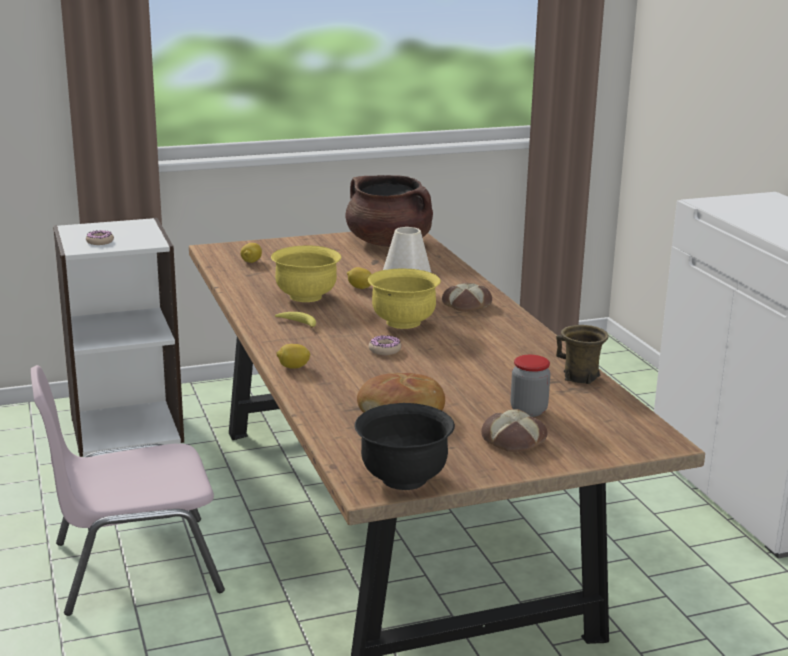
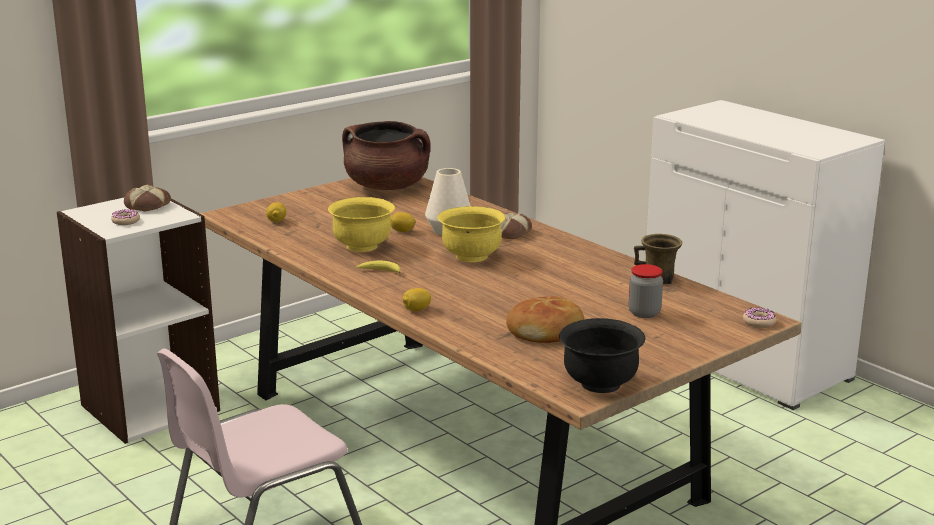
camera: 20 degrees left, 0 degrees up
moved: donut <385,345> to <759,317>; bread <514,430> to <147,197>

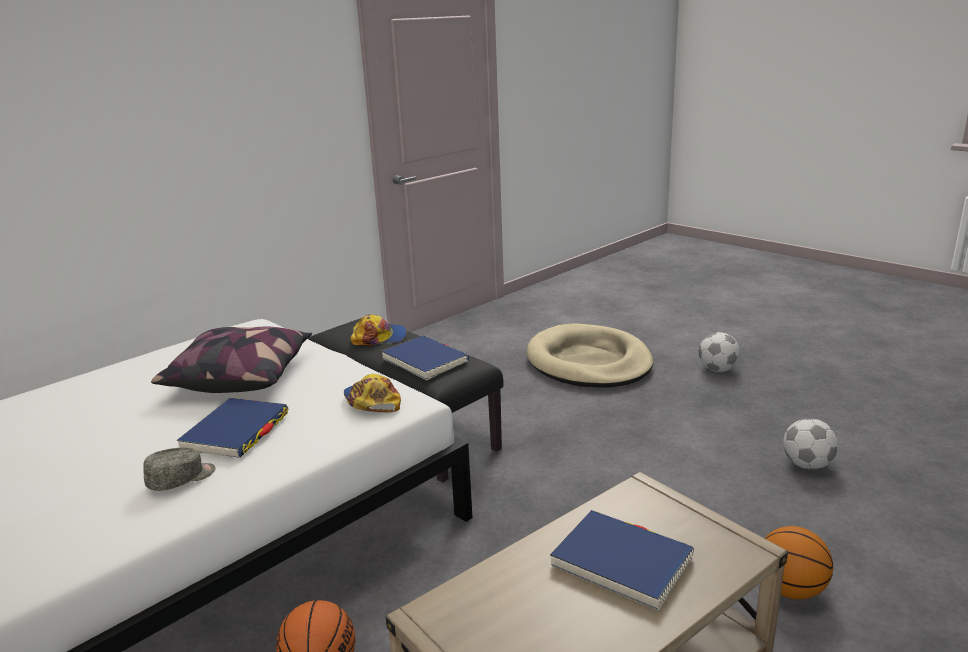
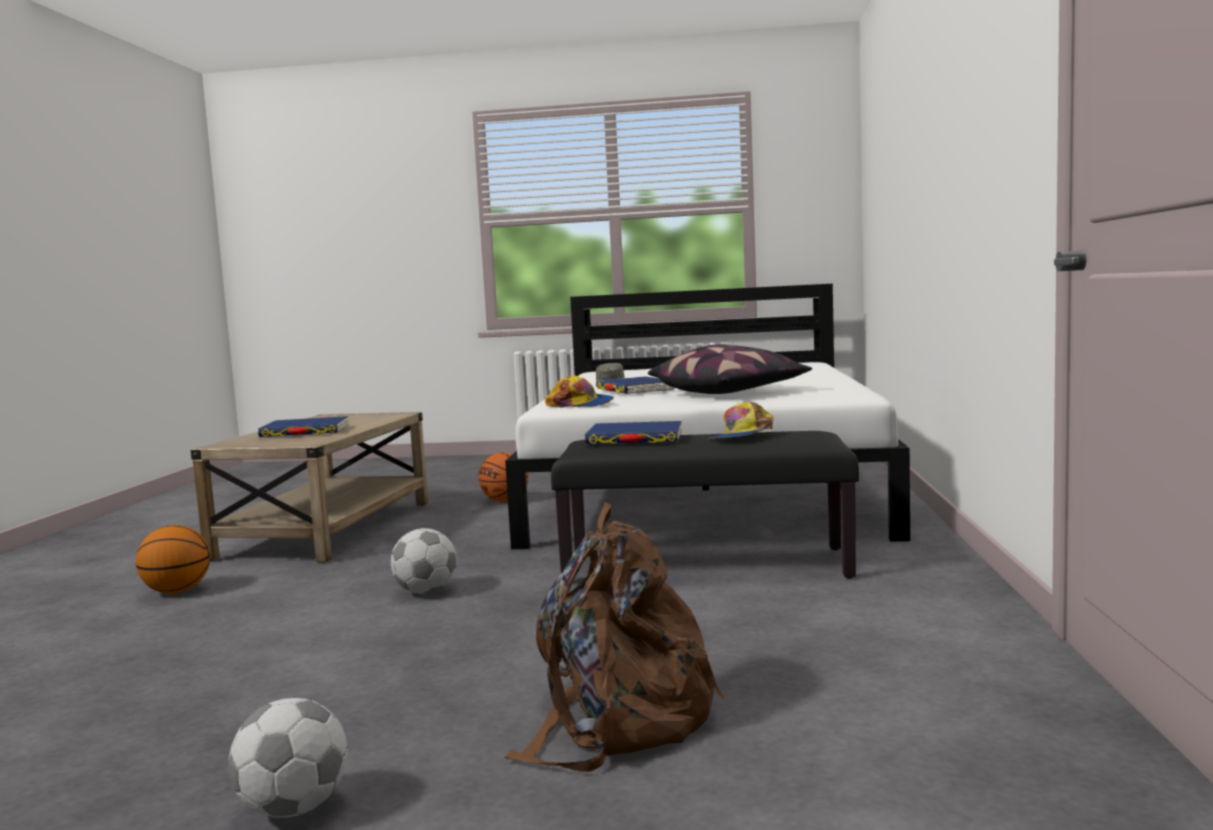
camera: 140 degrees right, 15 degrees down
moved: football <810,444> to <424,561>
replaced: beige dog bed <590,355> to brown backpack <614,637>

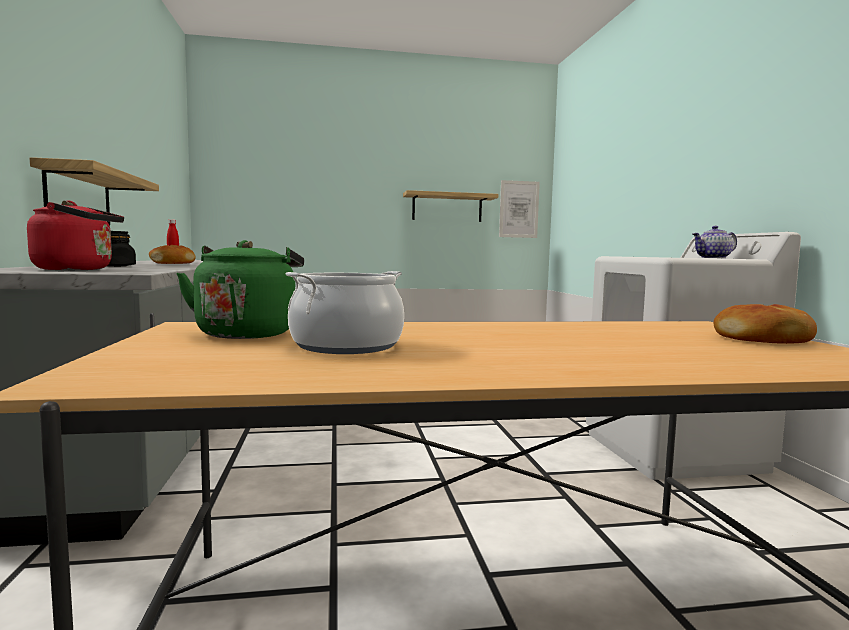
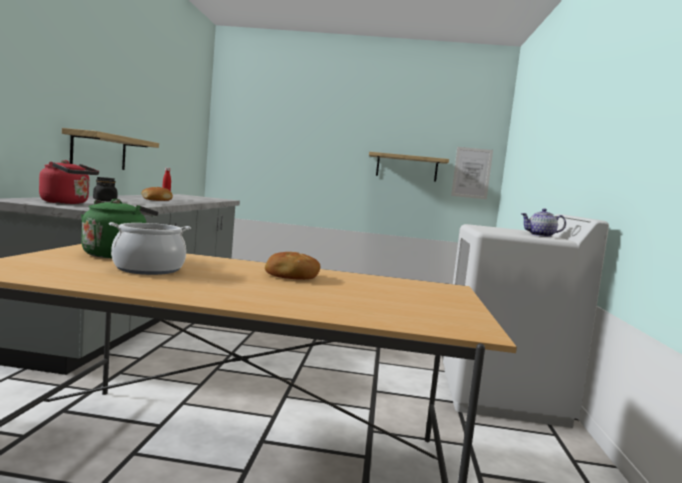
camera: 15 degrees right, 0 degrees up
moved: bread <765,324> to <292,266>

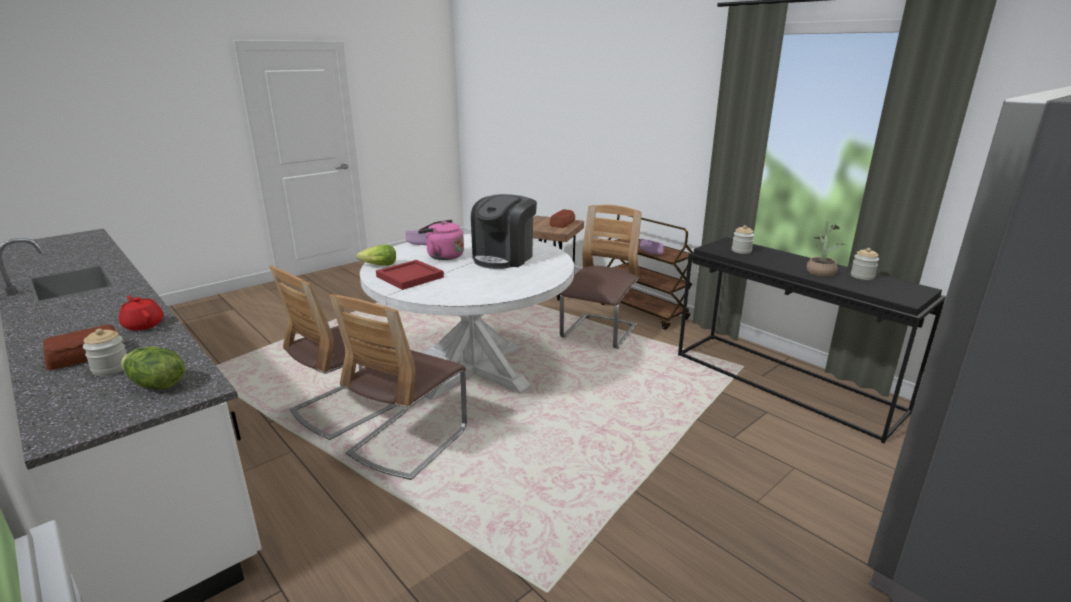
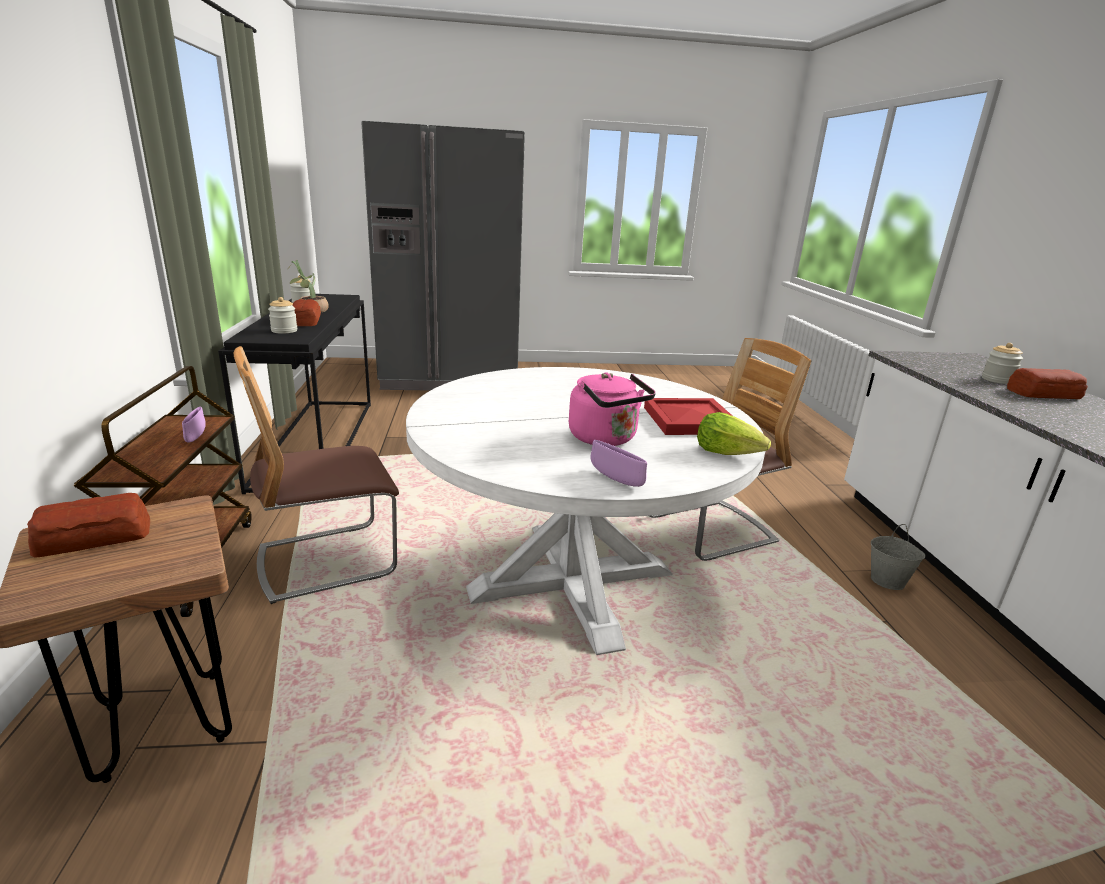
camera: 145 degrees left, 0 degrees up
removed: coffee machine <504,231>; chair <333,353>; red teapot <141,313>; lettuce <153,367>
added: bread <306,312>; grey bucket <898,557>

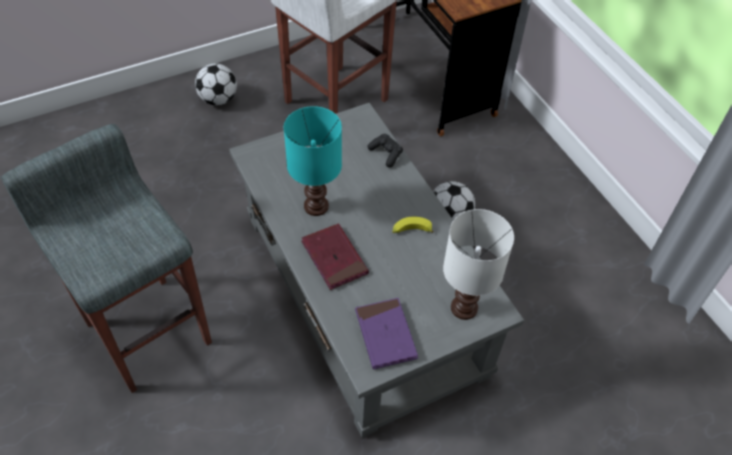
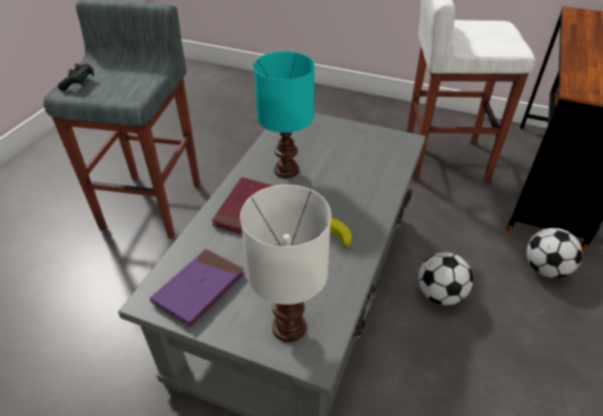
camera: 50 degrees right, 10 degrees down
moved: football <216,84> to <554,253>; black game controller <385,151> to <76,77>

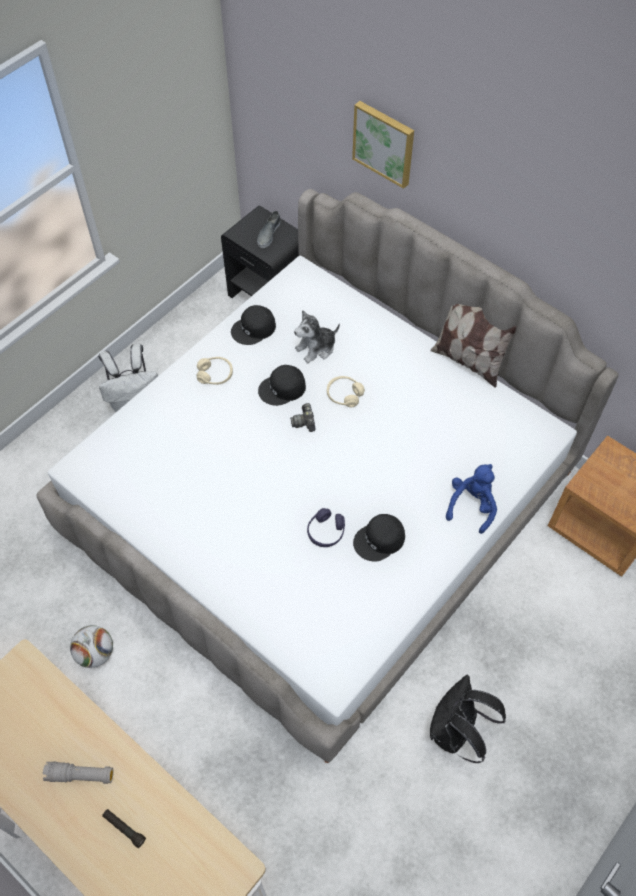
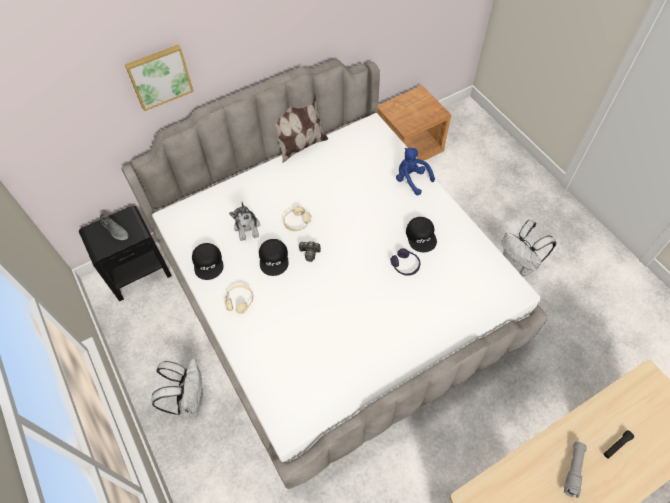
camera: 70 degrees left, 0 degrees up
removed: football <91,646>
recoloured: black backpack <468,719> to white backpack <529,248>

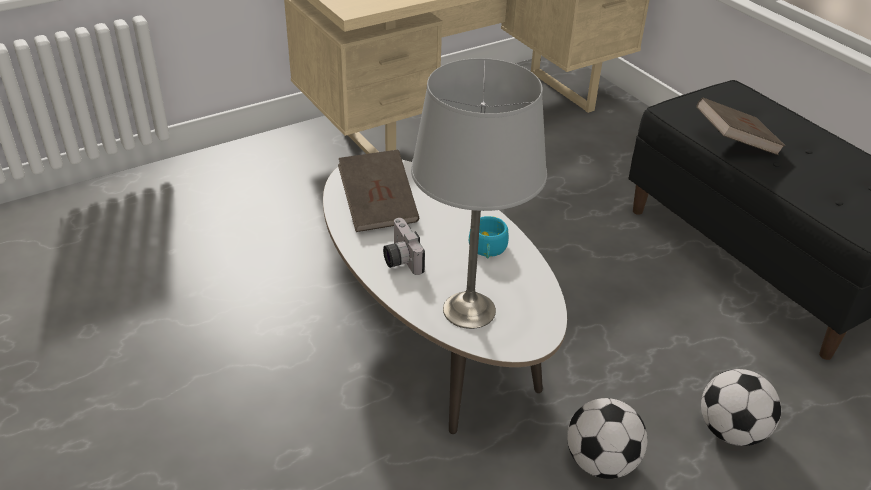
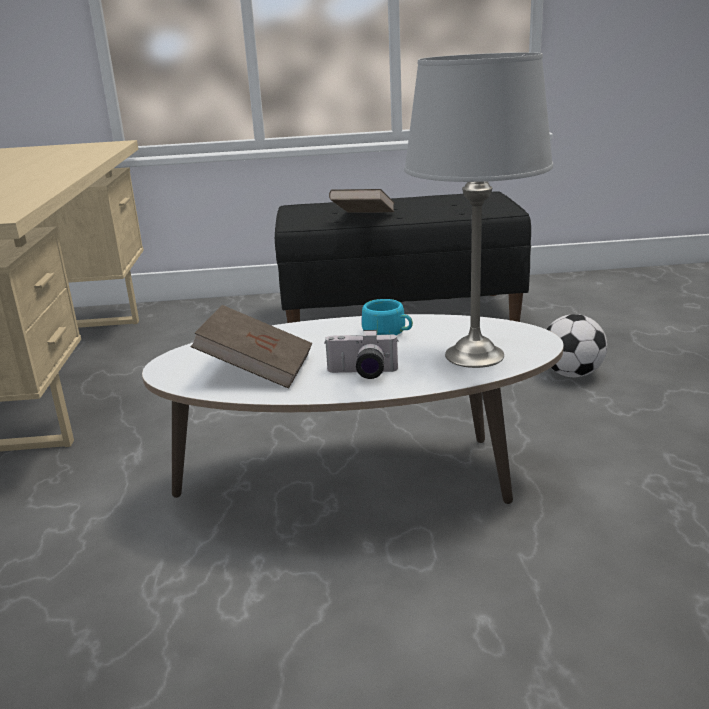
camera: 60 degrees left, 15 degrees down
removed: football <607,438>

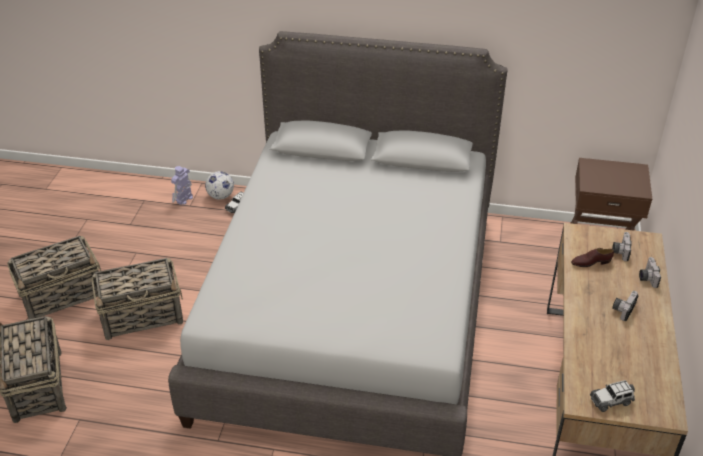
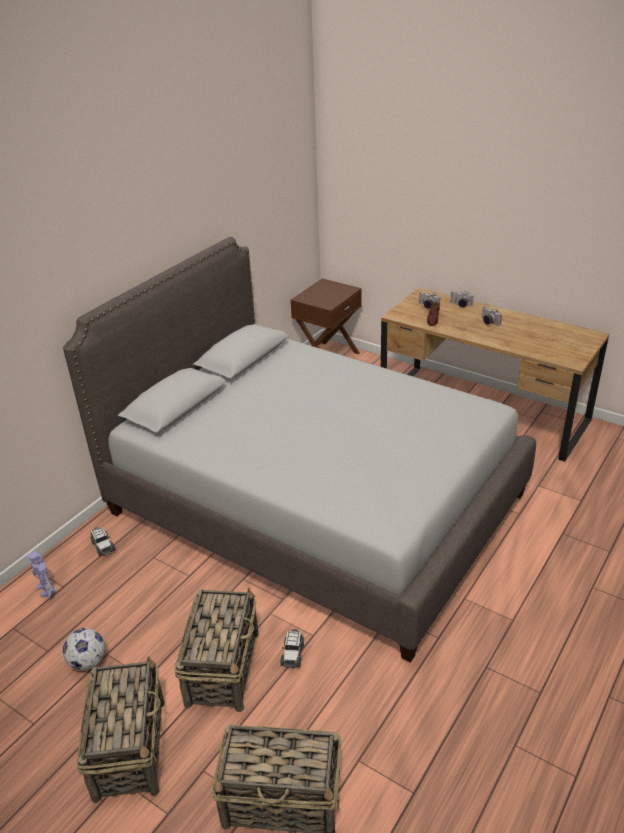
camera: 65 degrees left, 5 degrees down
moved: football <219,185> to <84,649>; toy car <612,396> to <292,648>

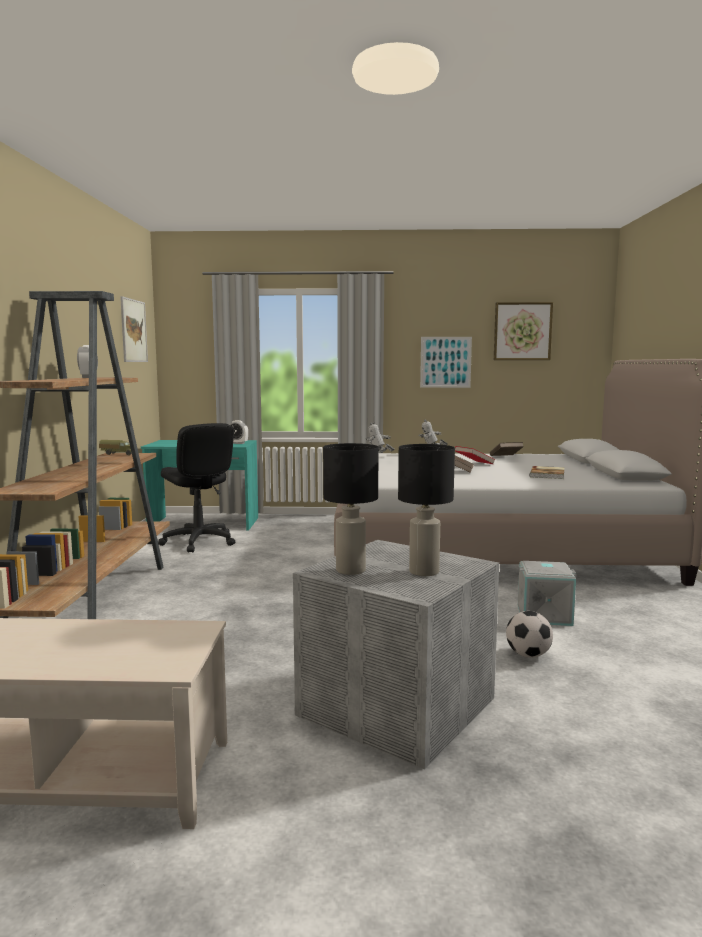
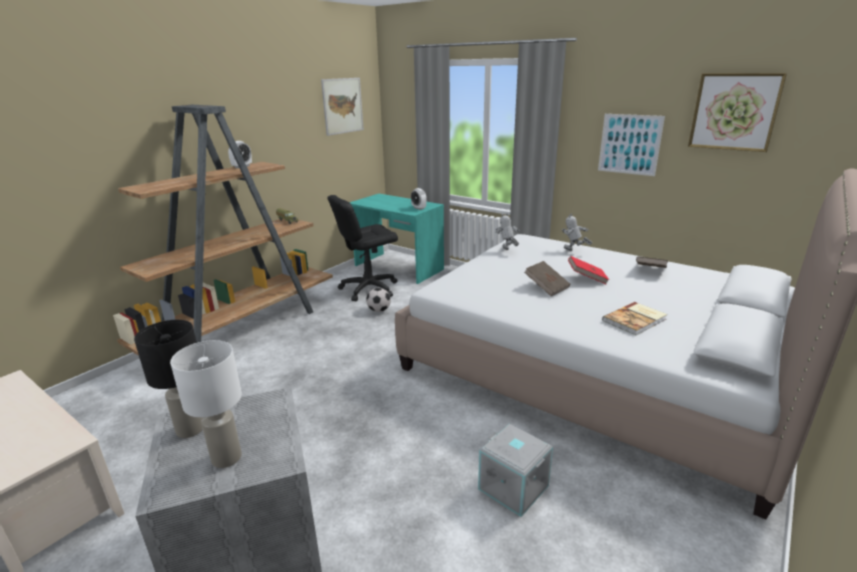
camera: 35 degrees right, 15 degrees up
moved: football <529,634> to <378,300>
recoloured: black table lamp <426,510> to white table lamp <206,404>
turned: black office chair <196,487> = <362,248> 60 degrees clockwise

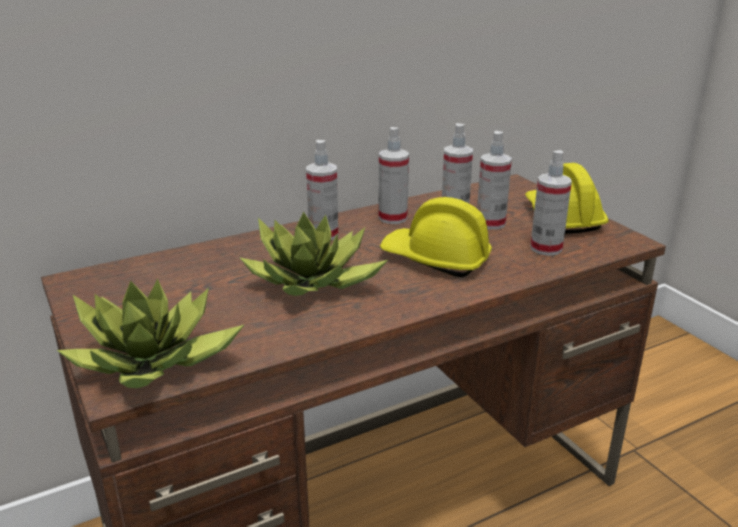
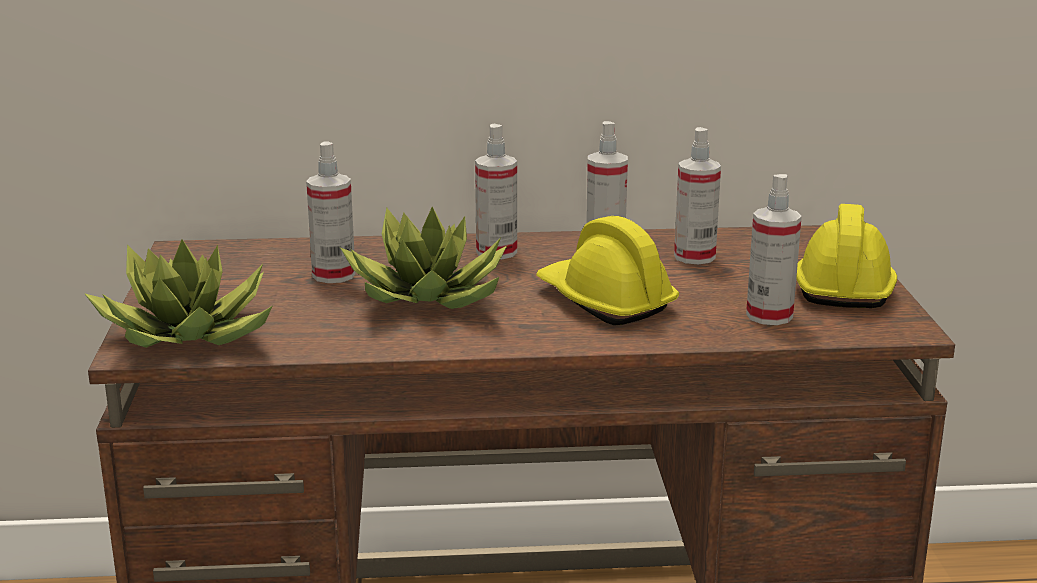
camera: 25 degrees right, 5 degrees down
moved: spray bottle <494,180> to <330,212>

